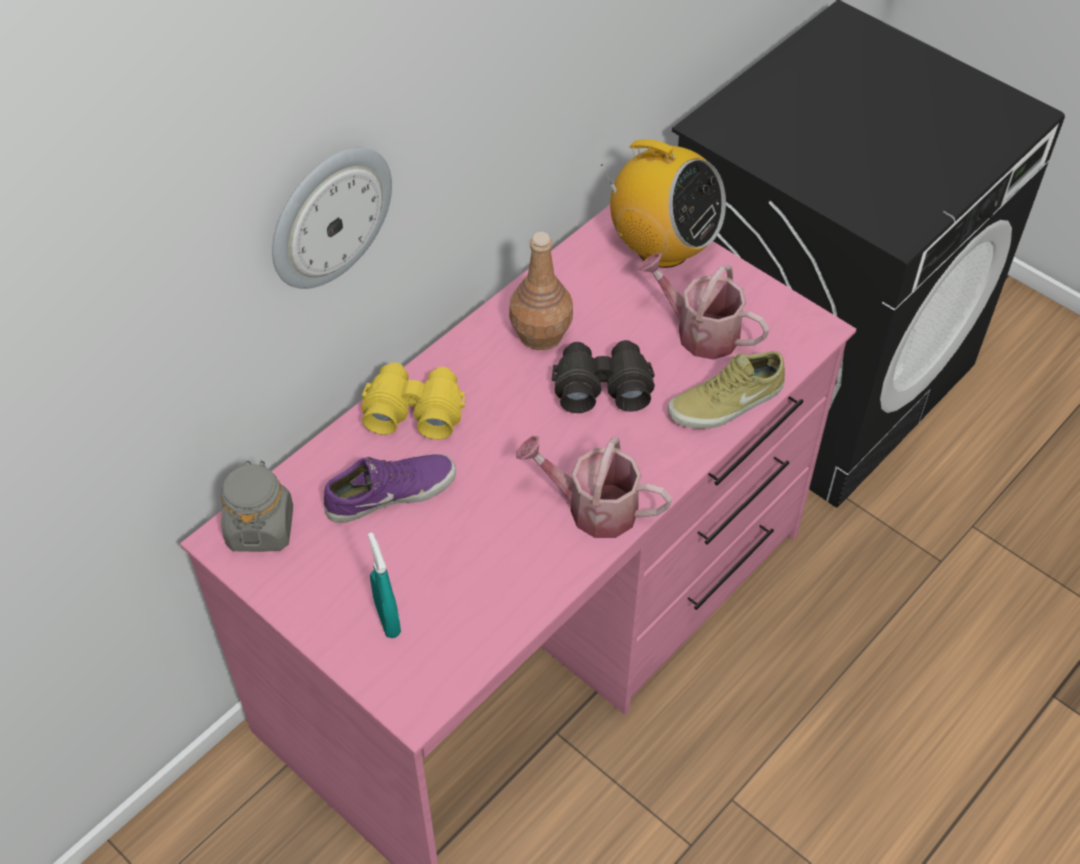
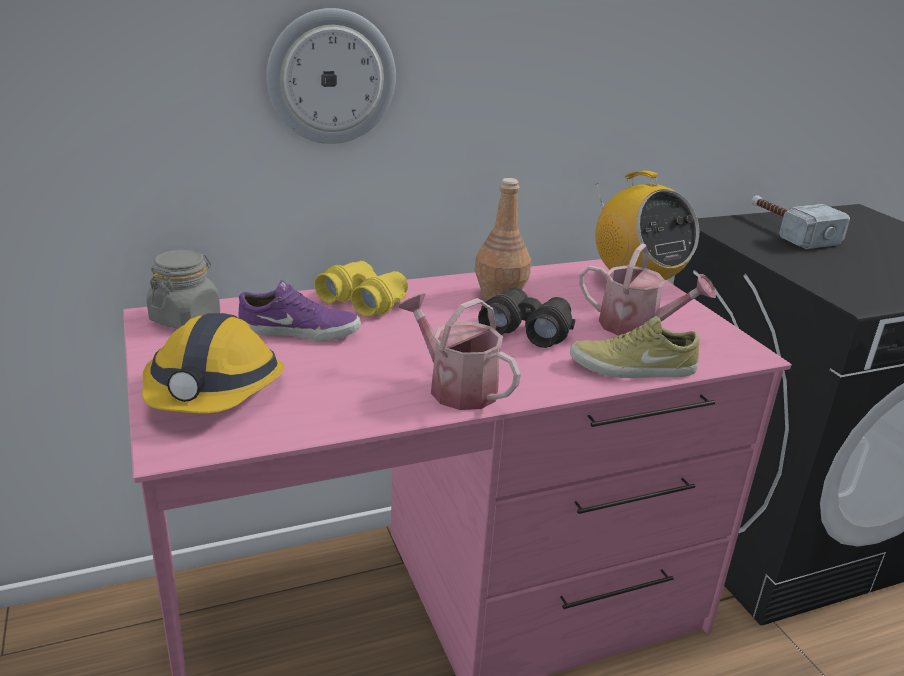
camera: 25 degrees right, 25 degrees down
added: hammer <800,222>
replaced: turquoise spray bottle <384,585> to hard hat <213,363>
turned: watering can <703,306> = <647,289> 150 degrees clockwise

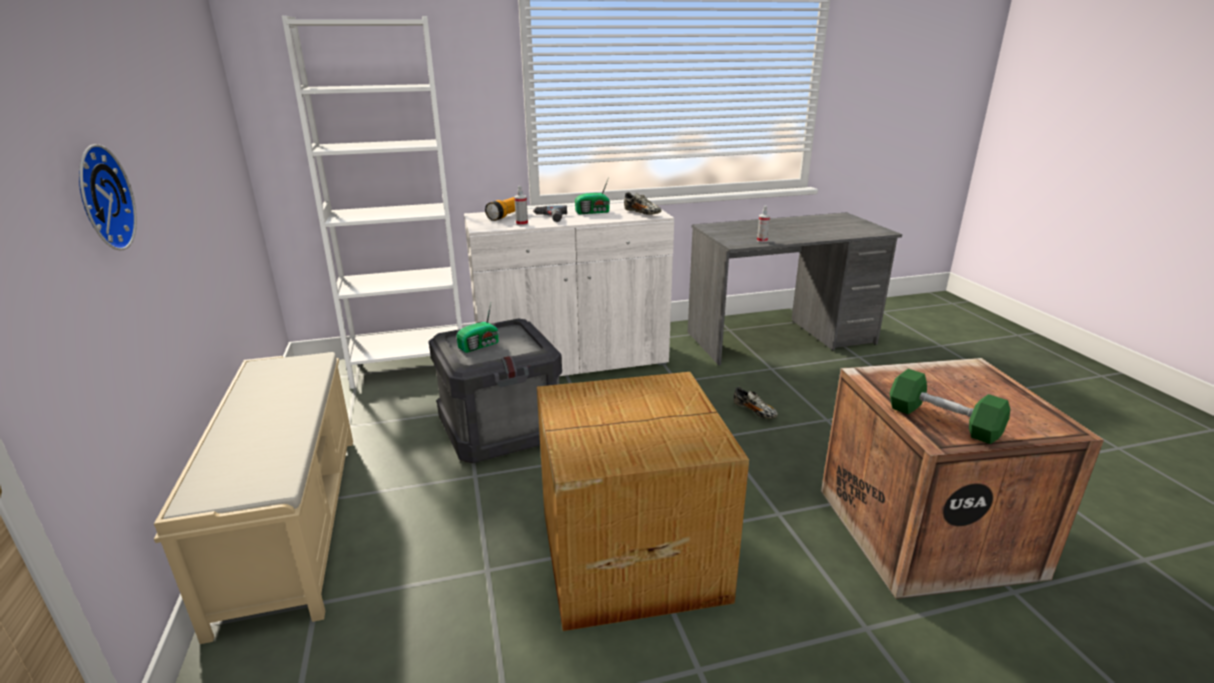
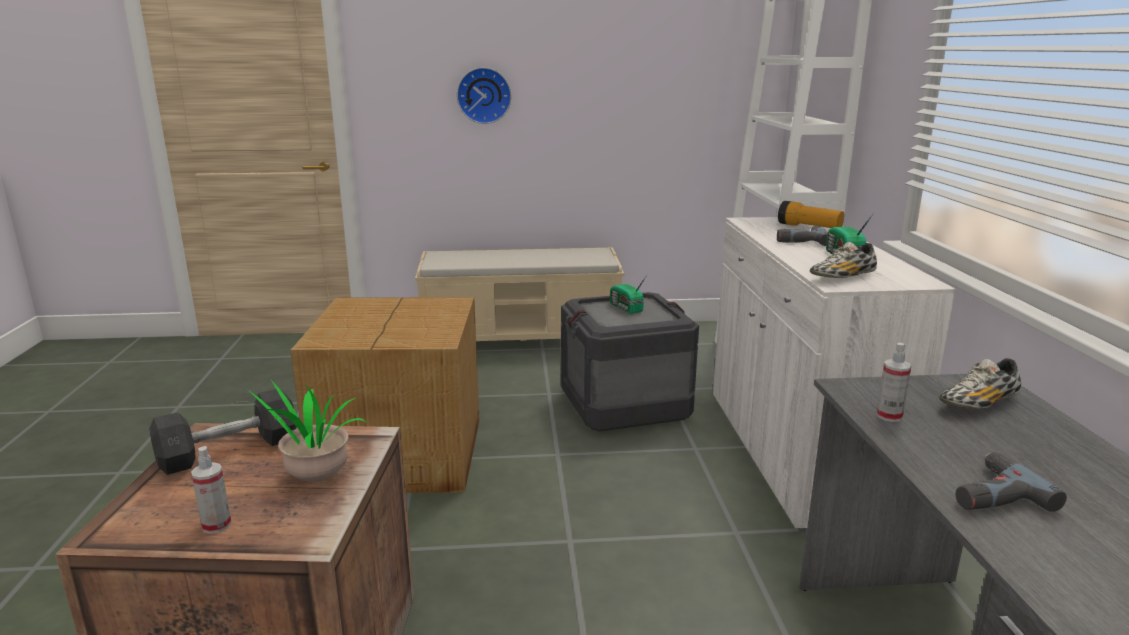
camera: 100 degrees right, 5 degrees down
added: potted plant <304,431>; power drill <1011,482>
moved: spray bottle <521,206> to <211,490>; shoe <755,403> to <980,383>
recoloured: green dumbbell <950,406> to grey dumbbell <222,431>

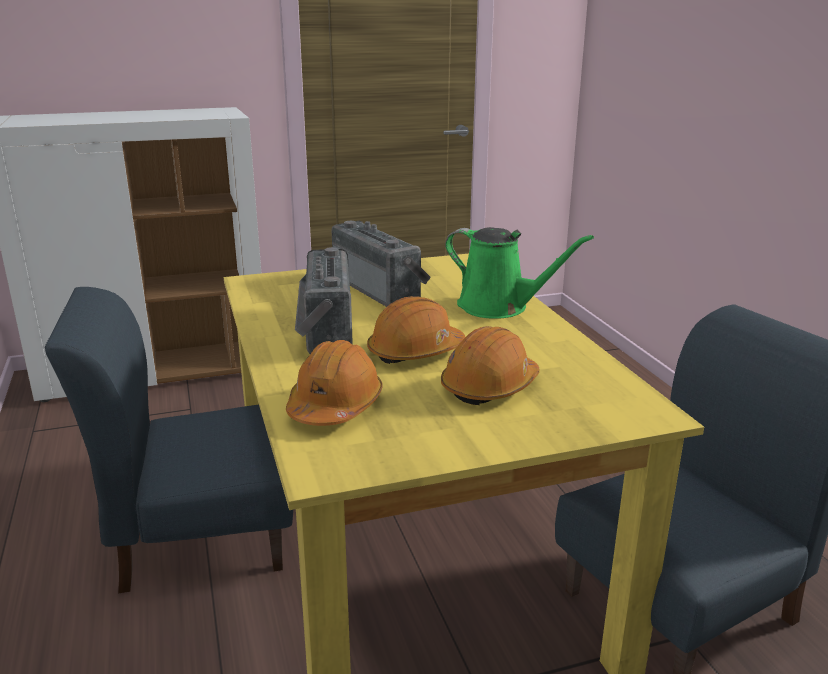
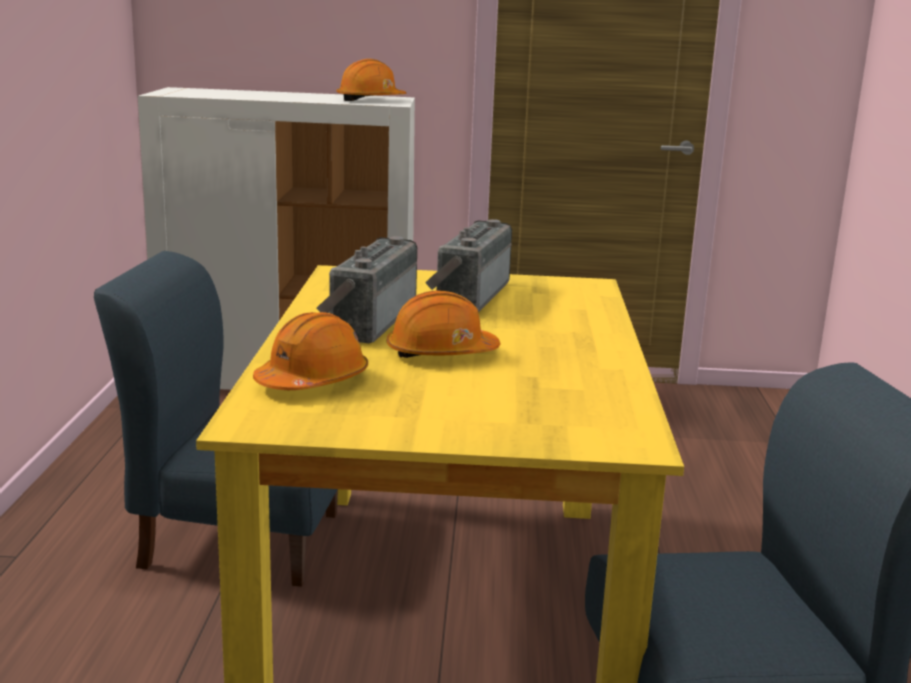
camera: 20 degrees right, 5 degrees down
removed: green watering can <519,273>
moved: orange hard hat <490,365> to <371,80>
turned: radio <381,264> = <468,266> 150 degrees counterclockwise

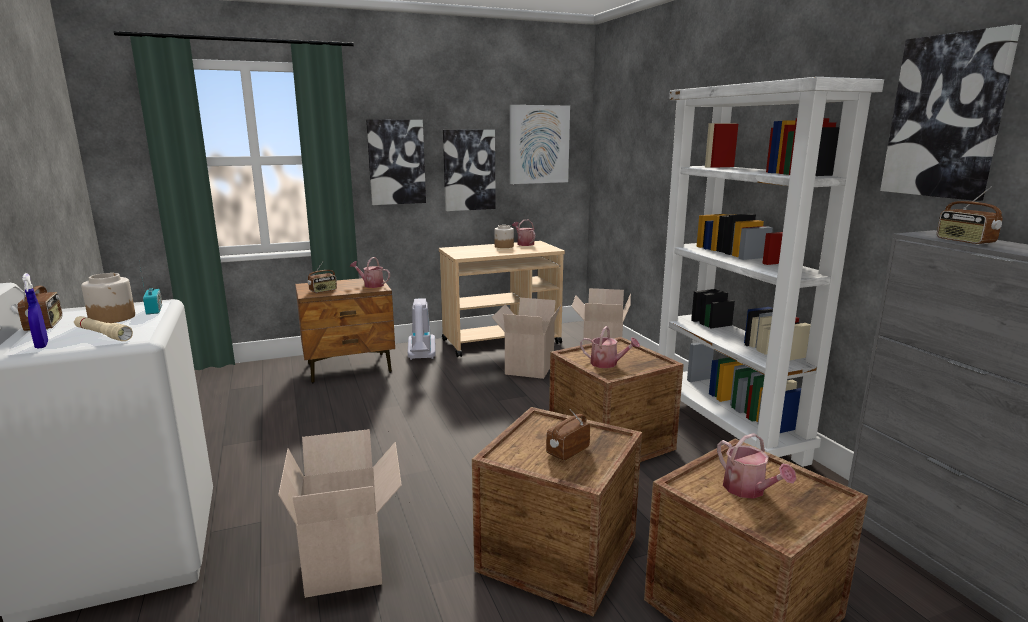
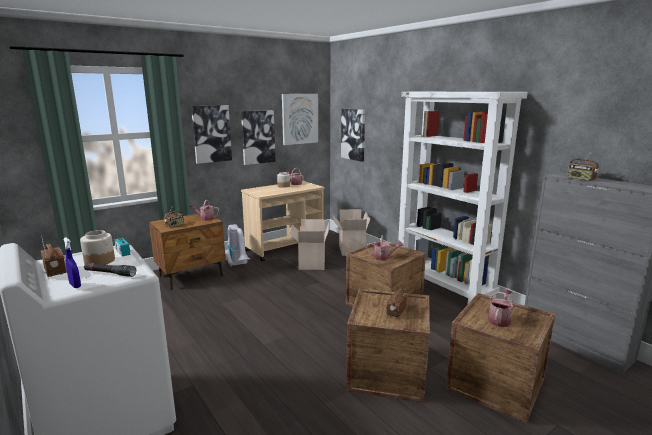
camera: 15 degrees left, 0 degrees up
removed: cardboard box <340,513>
moved: picture <950,113> to <353,135>
recoloured: beige flashlight <103,328> to black flashlight <110,270>
turned: watering can <756,466> = <501,308> 105 degrees counterclockwise

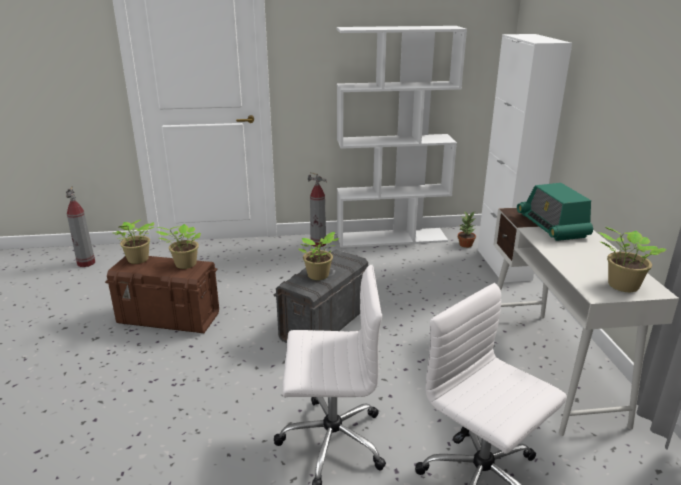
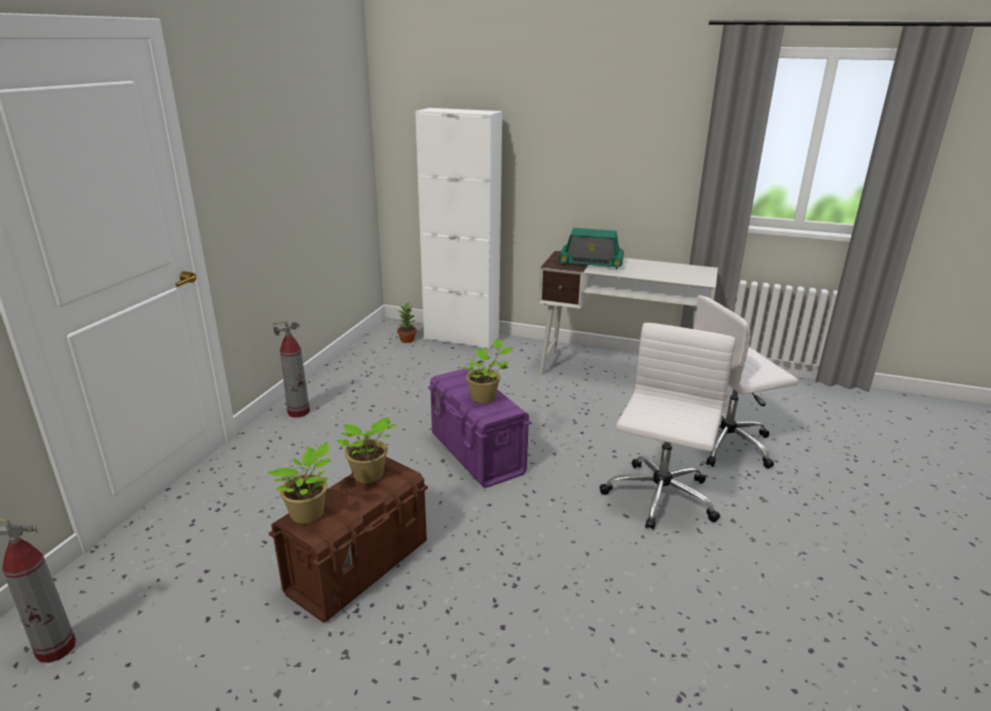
camera: 65 degrees left, 0 degrees up
removed: white bookcase <402,137>; potted plant <632,259>
recoloured: grey storage box <321,296> to purple storage box <480,428>

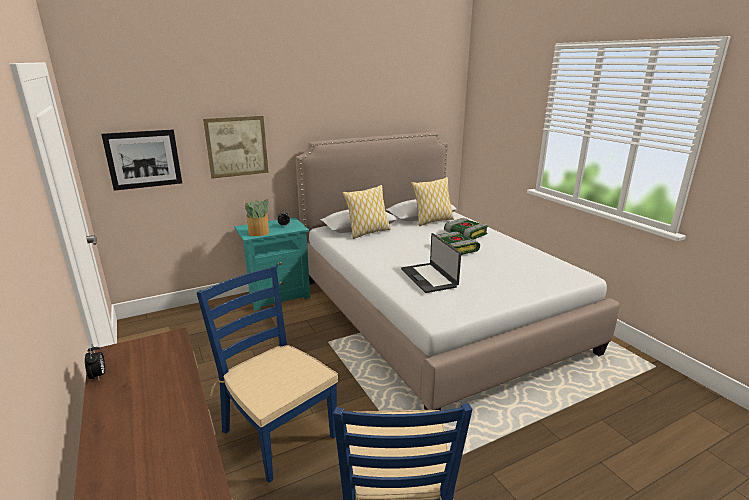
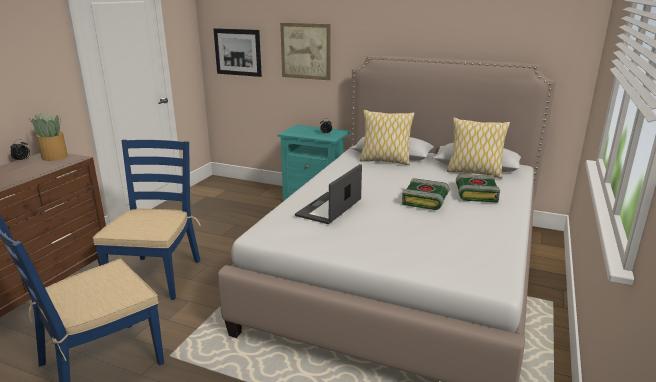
camera: 50 degrees right, 0 degrees up
moved: potted plant <257,217> to <49,137>

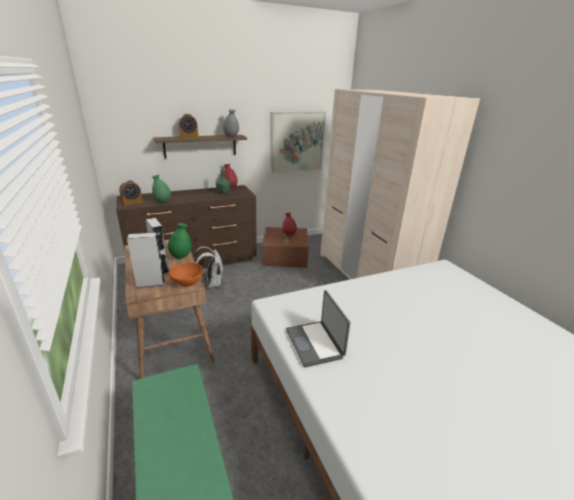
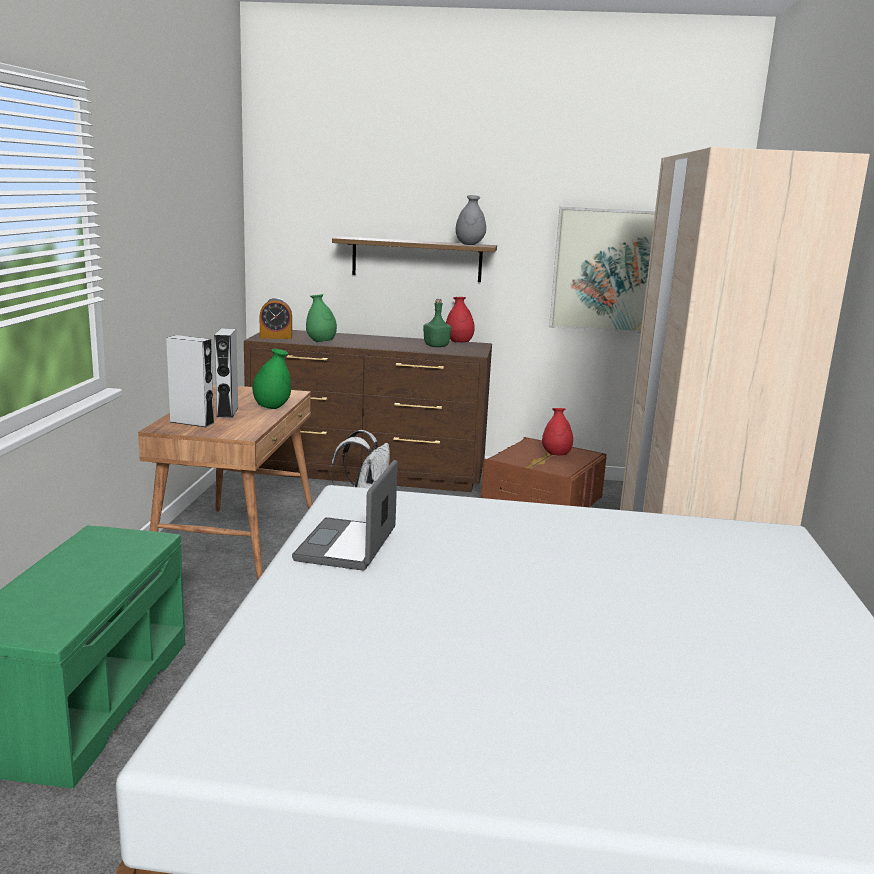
camera: 30 degrees right, 10 degrees down
removed: alarm clock <189,126>; orange bowl <186,275>

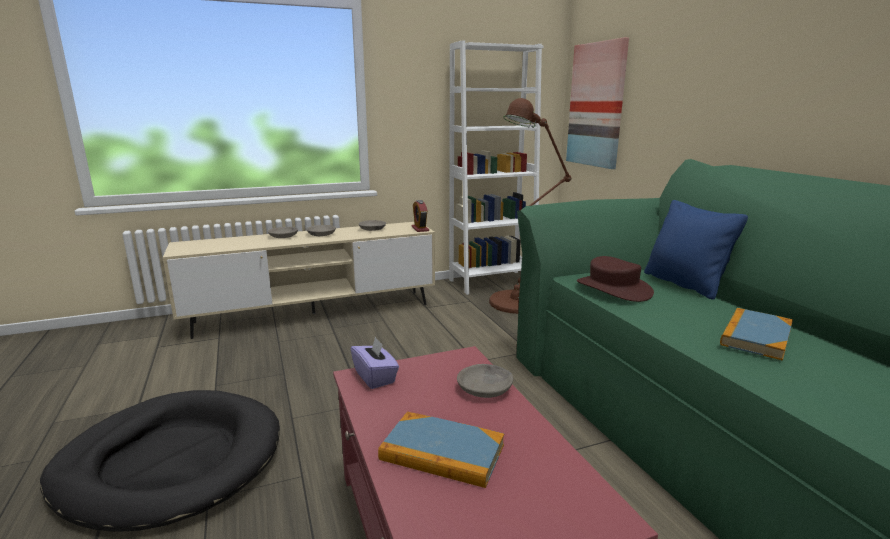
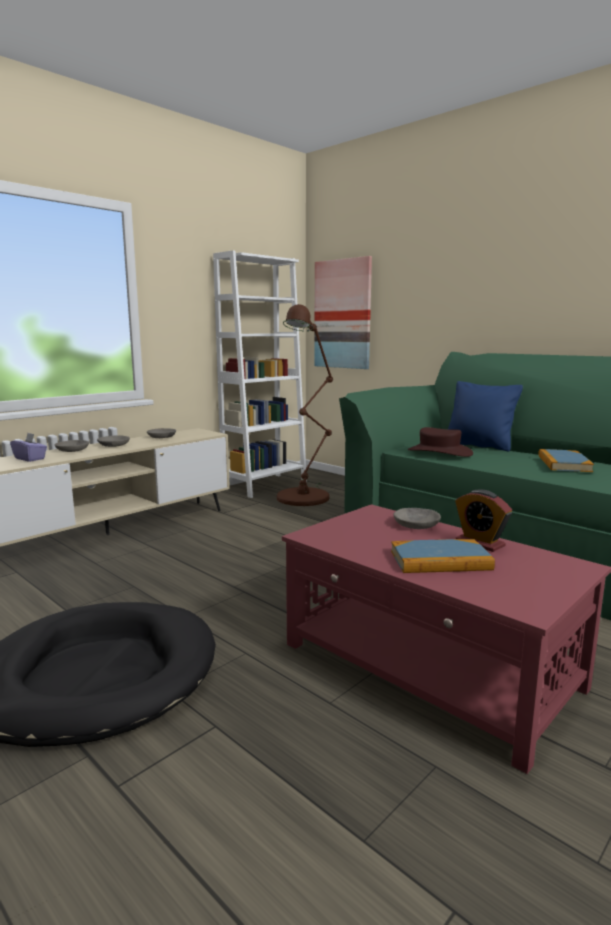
camera: 25 degrees left, 5 degrees down
moved: alarm clock <420,216> to <483,521>; purple tissue box <375,362> to <28,447>

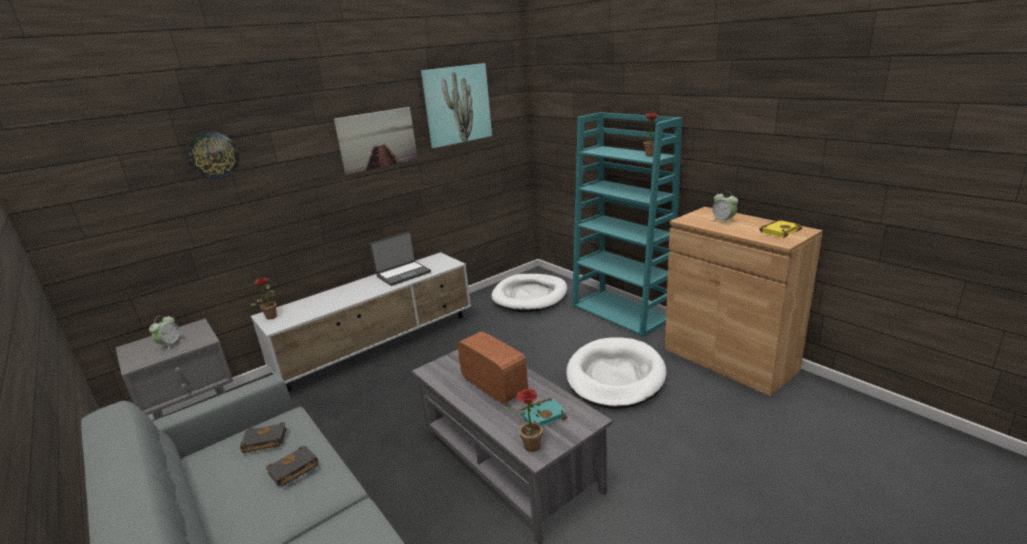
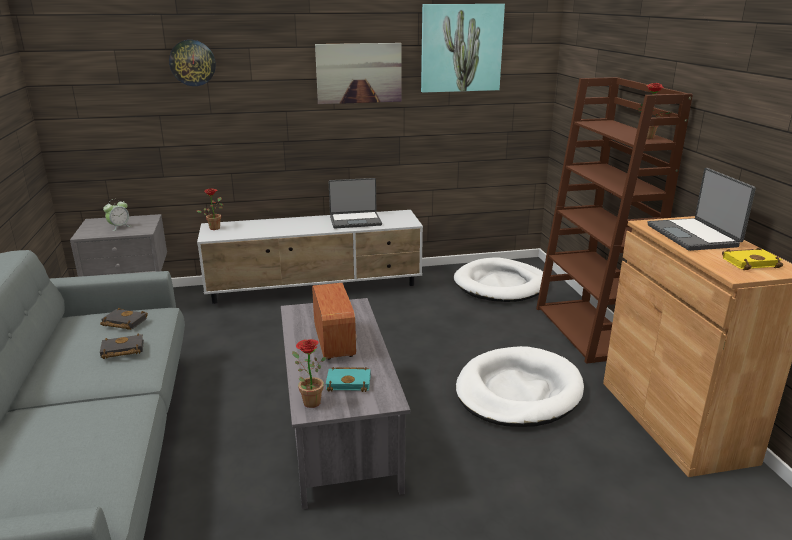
camera: 25 degrees right, 0 degrees up
replaced: alarm clock <724,208> to laptop <701,209>
recoloured: turquoise bookcase <627,225> to brown bookcase <614,220>

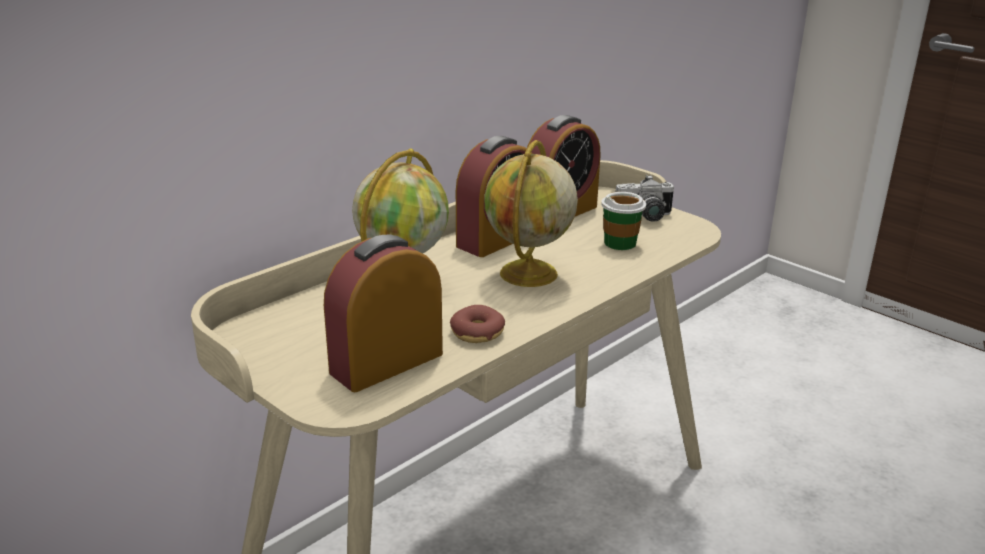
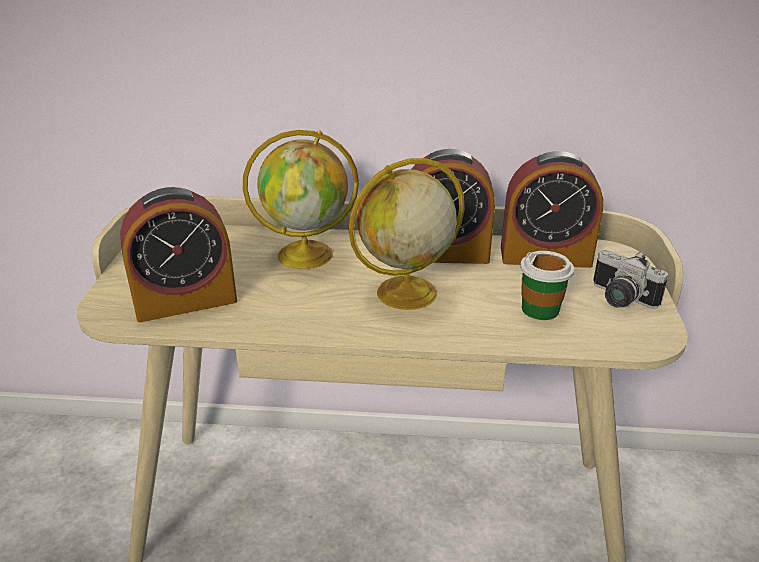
camera: 50 degrees right, 5 degrees up
removed: donut <477,324>
turned: alarm clock <383,313> = <178,254> 150 degrees clockwise

